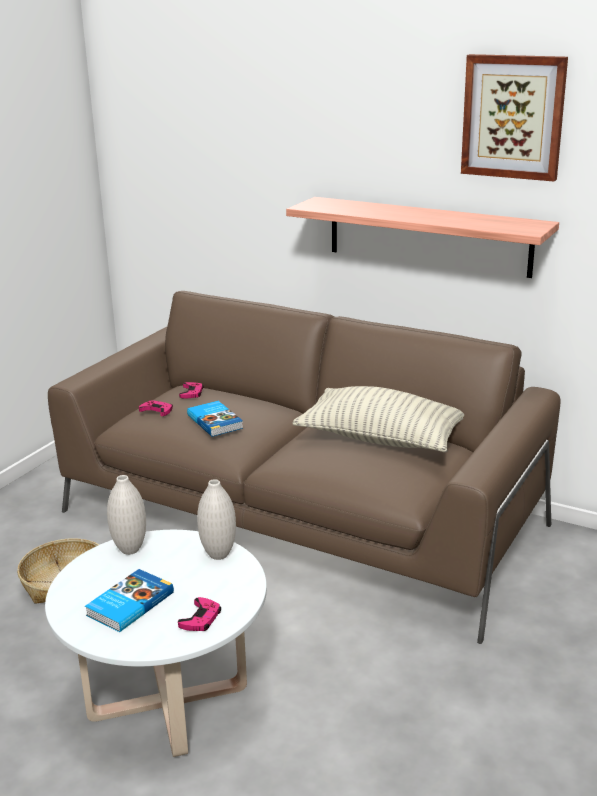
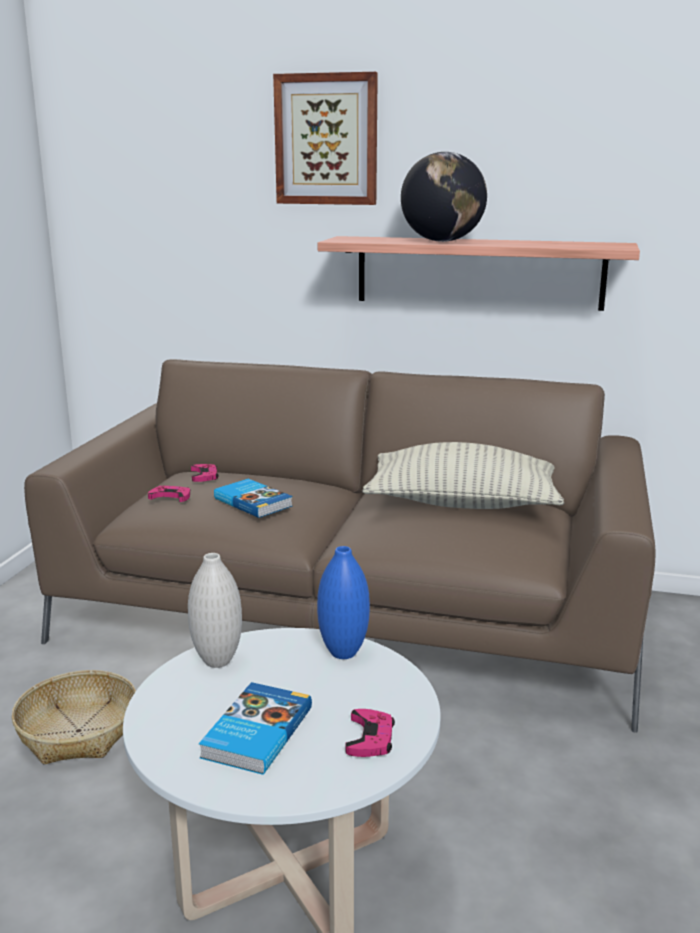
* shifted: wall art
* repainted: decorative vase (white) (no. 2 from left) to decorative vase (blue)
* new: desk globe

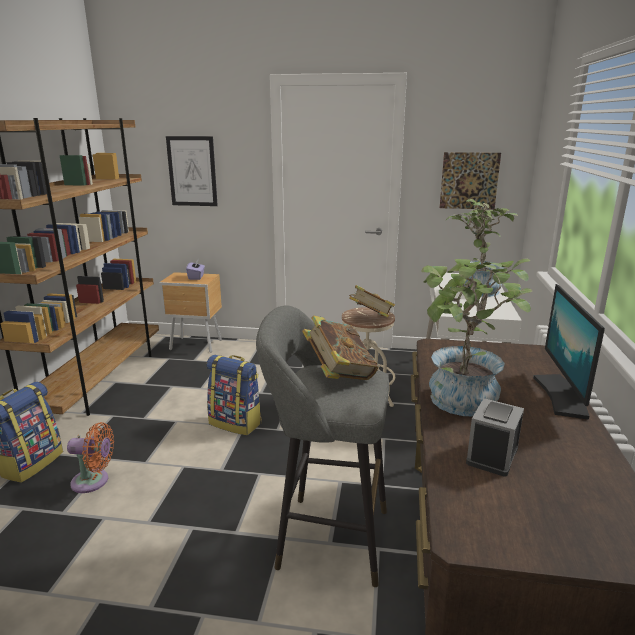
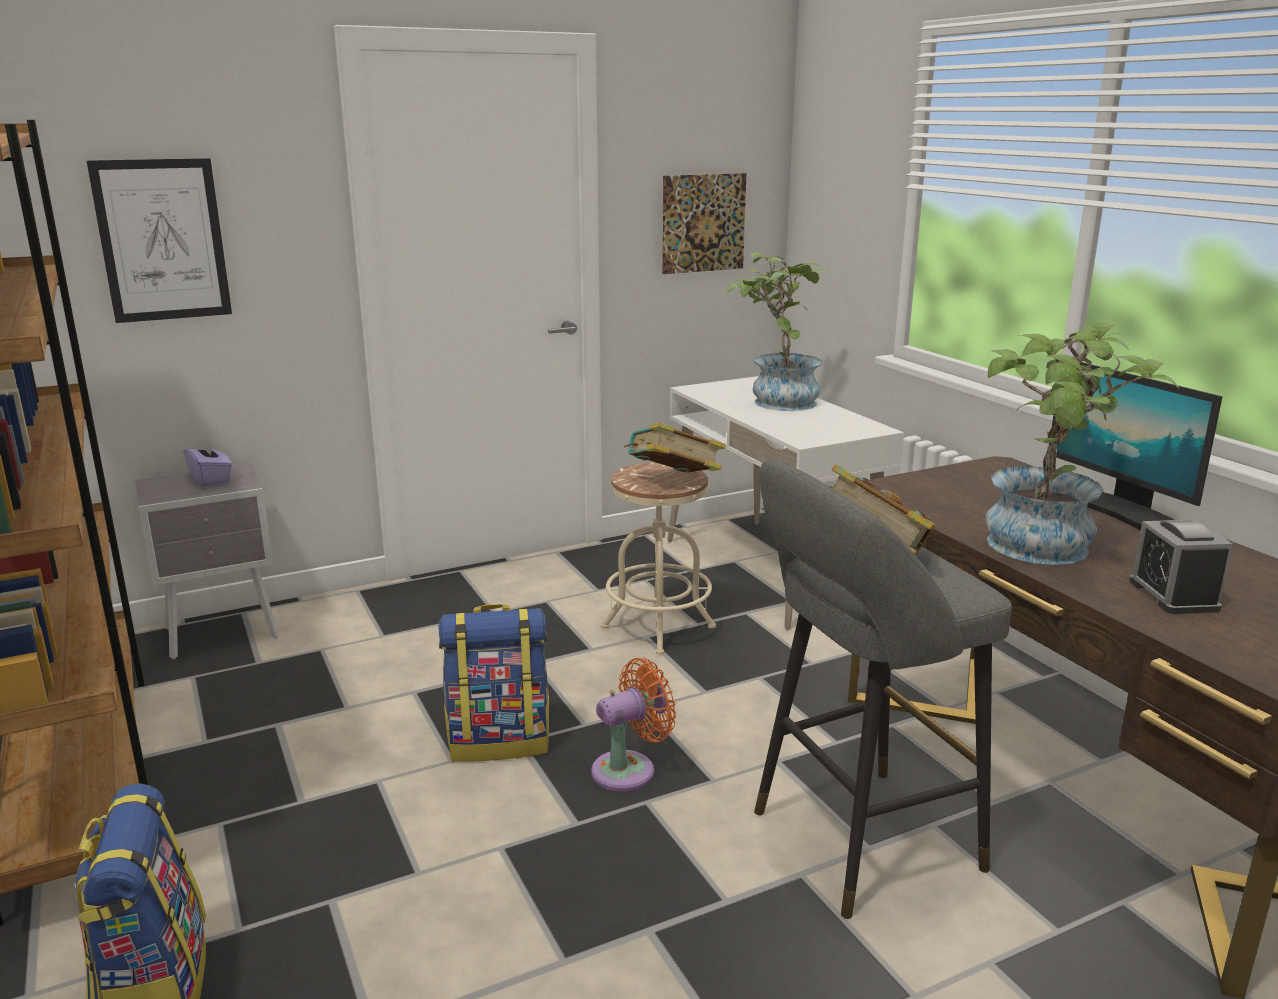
* repainted: bedside table (brown) to bedside table (greyish)
* shifted: electric fan (orange-coloured)

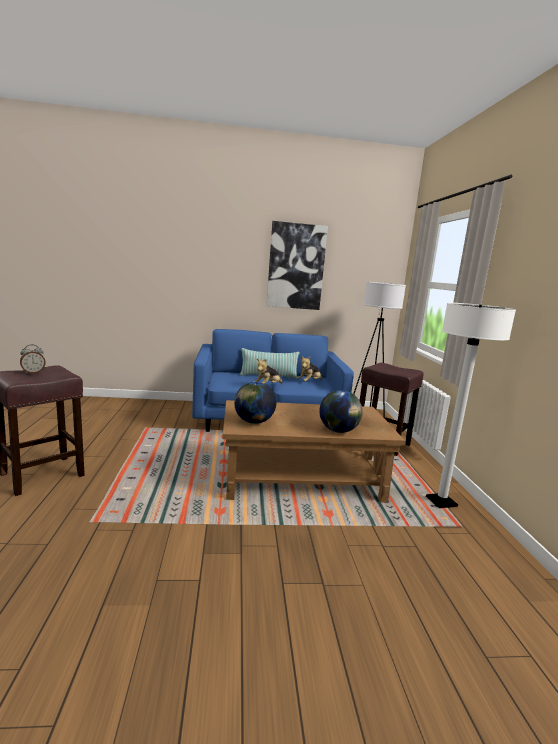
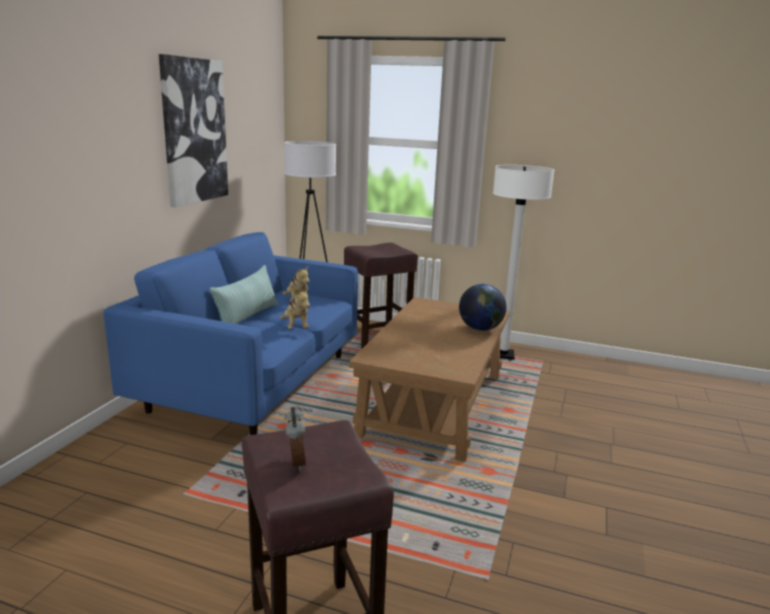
* gone: desk globe (no. 1 from left)

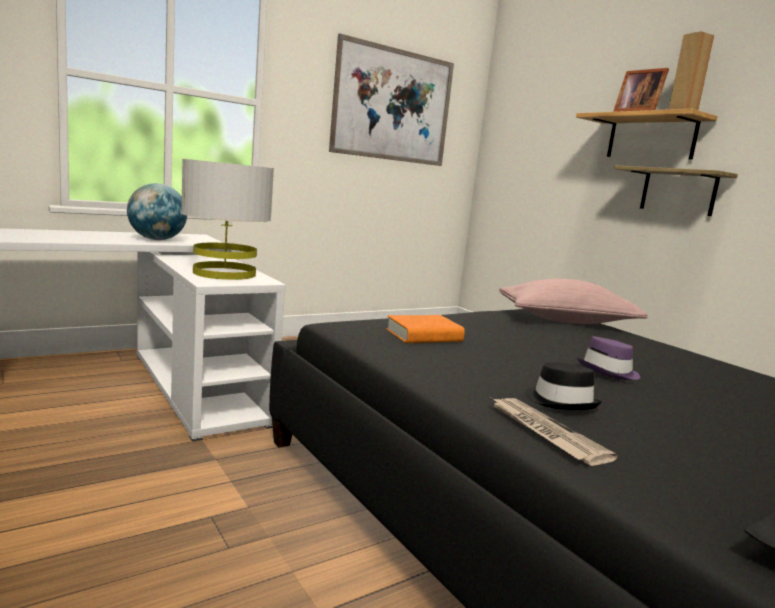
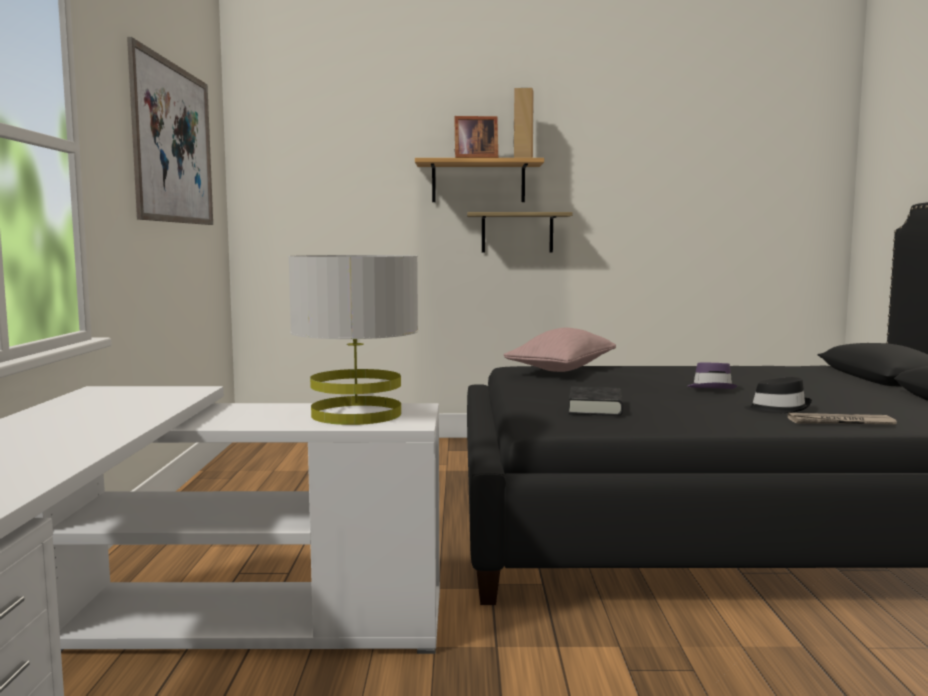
* repainted: volume (orange-coloured) to volume (black)
* gone: desk globe

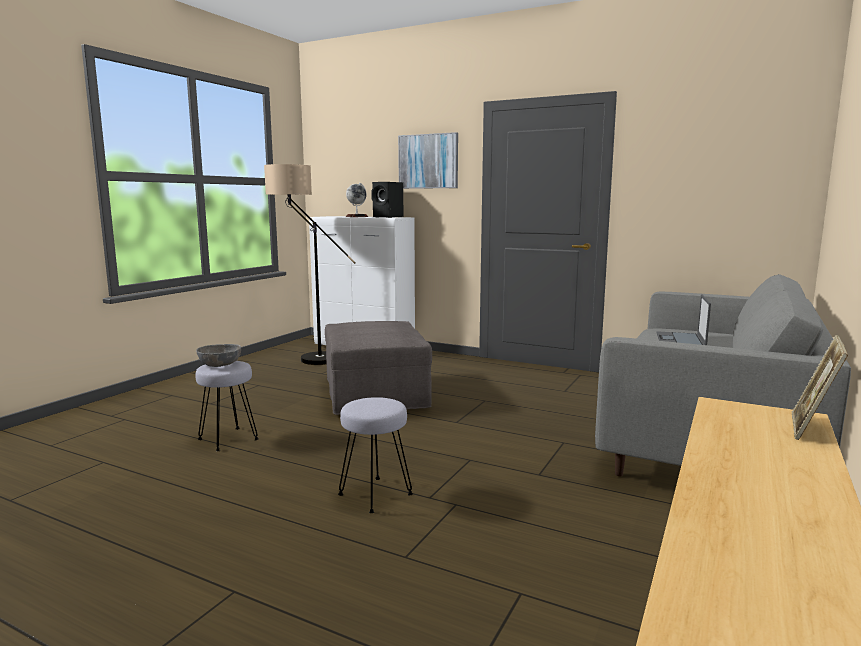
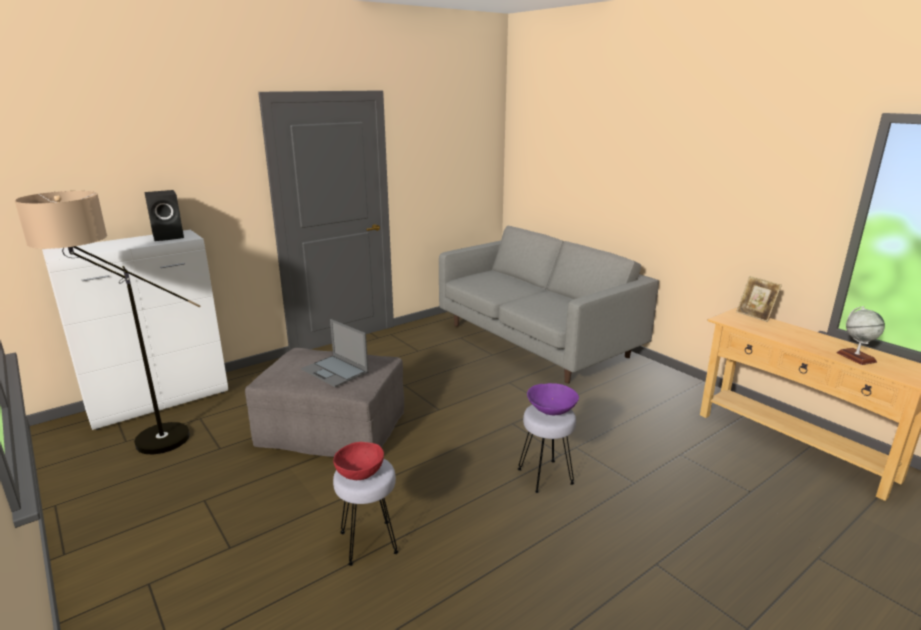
* shifted: laptop
* repainted: deep dish (greyish) to deep dish (red)
* new: deep dish (purplish)
* shifted: desk globe
* gone: wall art

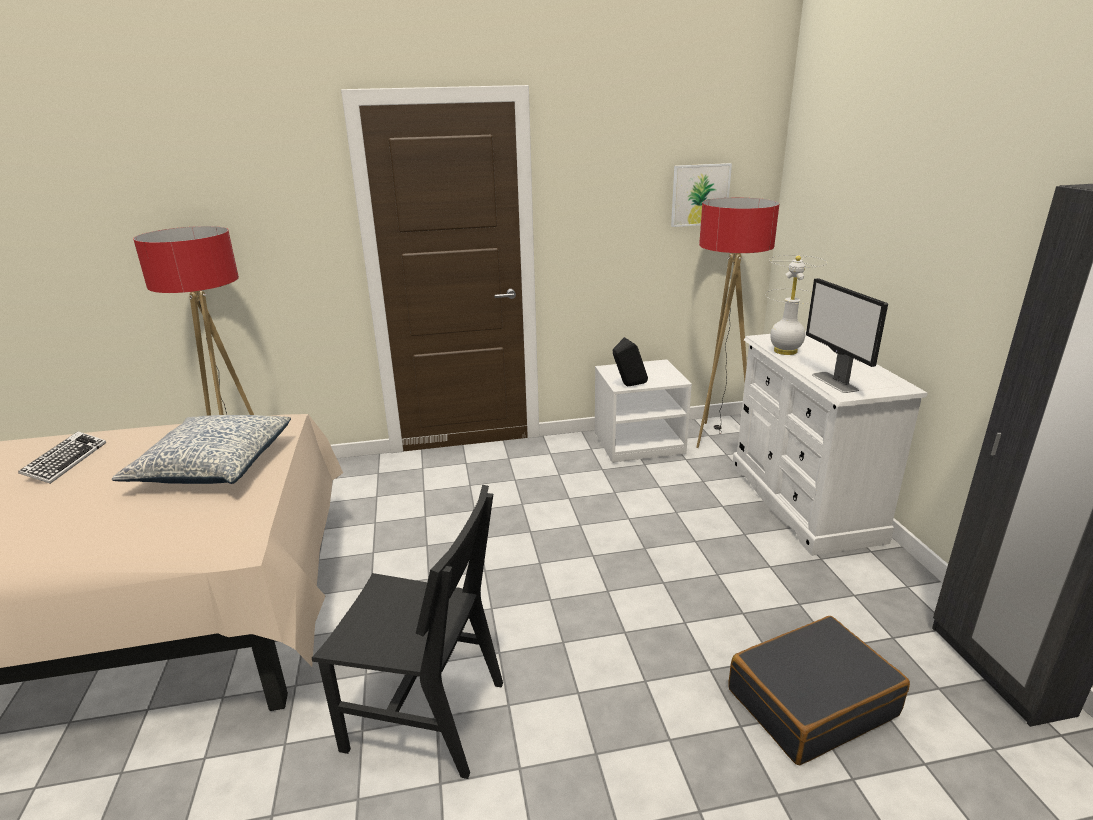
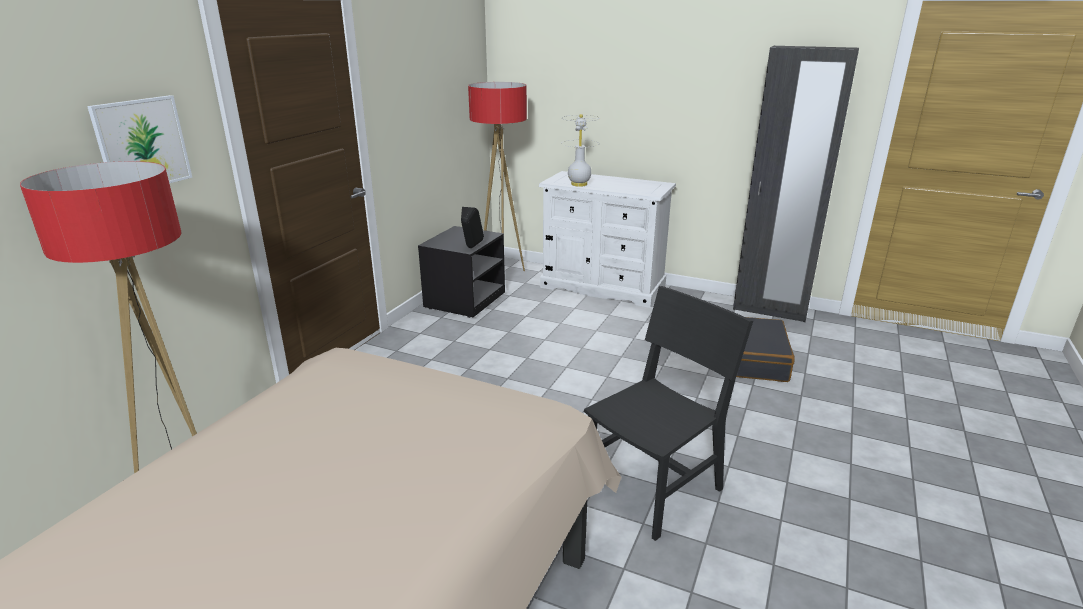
* shifted: wall art
* repainted: bedside table (white) to bedside table (black)
* gone: computer keyboard
* gone: throw pillow
* gone: computer screen

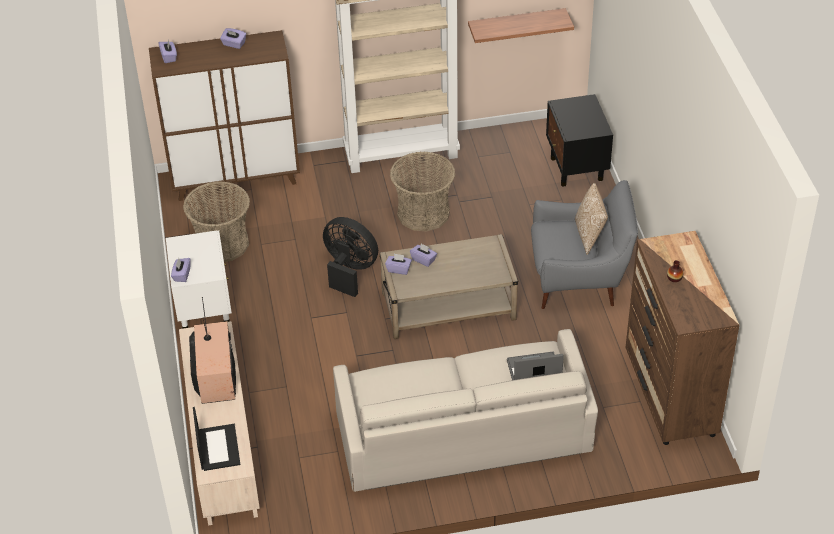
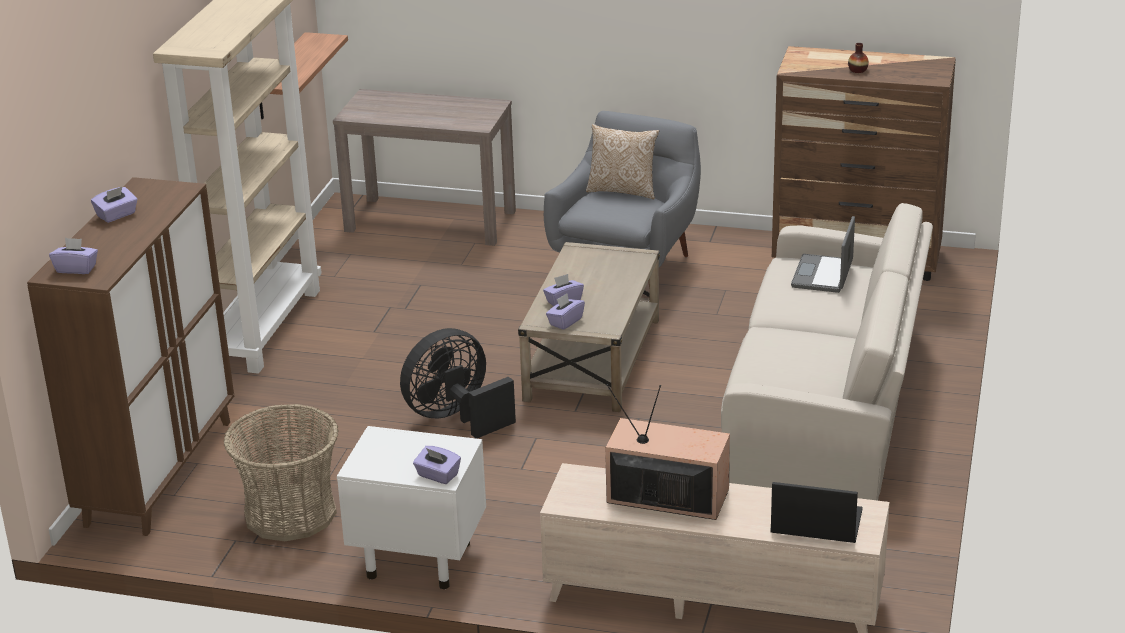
* swapped: bedside table (black) to narrow table (brown)
* gone: household basket (no. 2 from left)

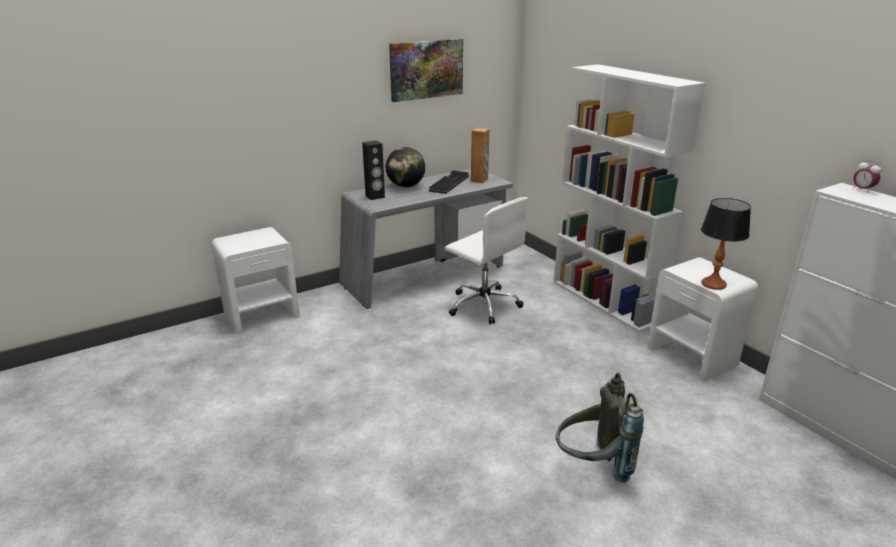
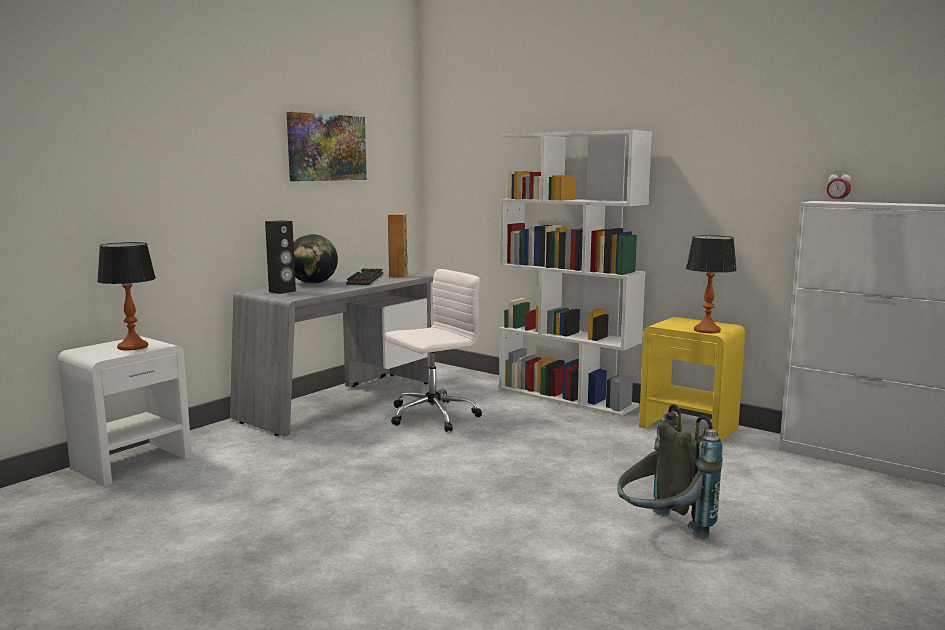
* new: tabletop lamp (no. 1 from left)
* rotated: office chair (white) 60 degrees counterclockwise
* repainted: bedside table (white) (no. 2 from left) to bedside table (yellow-coloured)

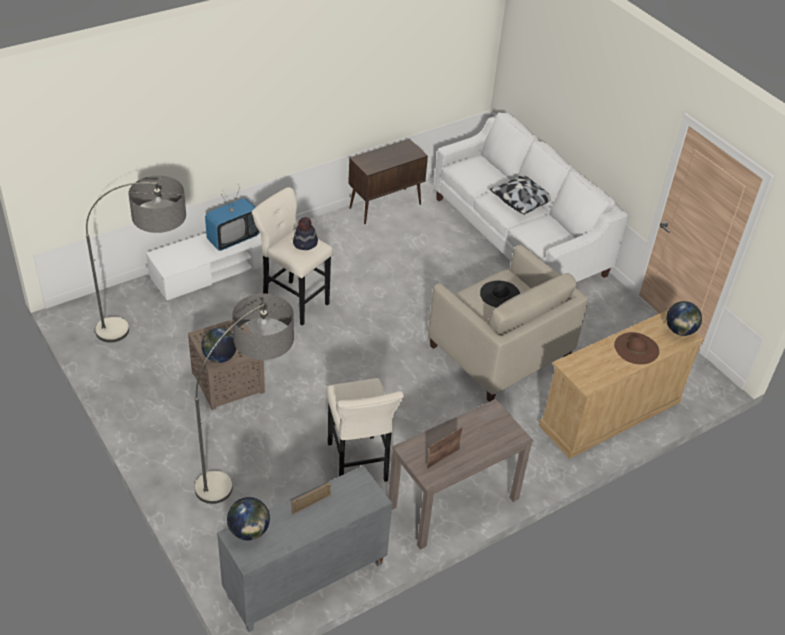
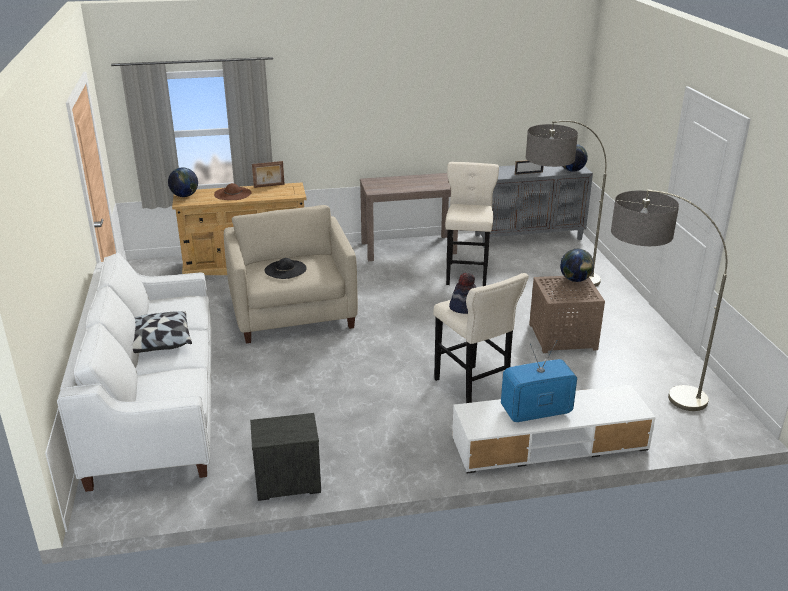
* swapped: storage cabinet (brown) to bedside table
* shifted: photo frame (no. 2 from left in the first image) to photo frame (no. 1 from left)

